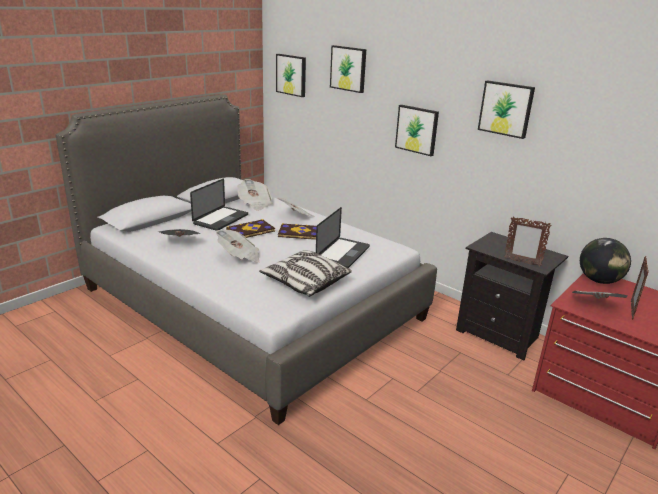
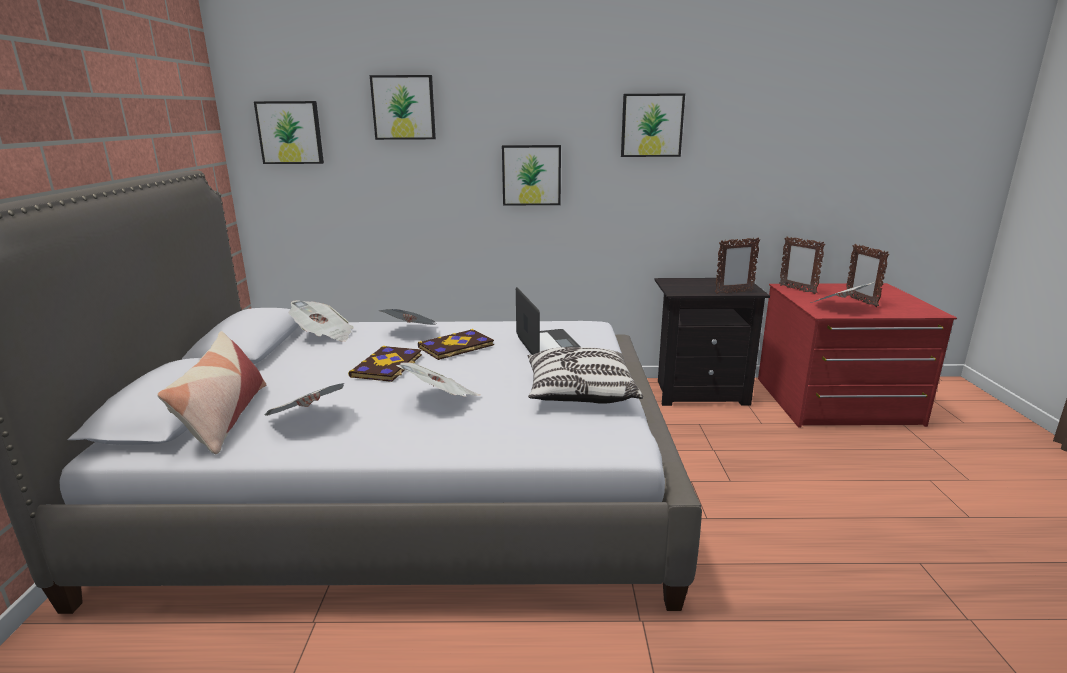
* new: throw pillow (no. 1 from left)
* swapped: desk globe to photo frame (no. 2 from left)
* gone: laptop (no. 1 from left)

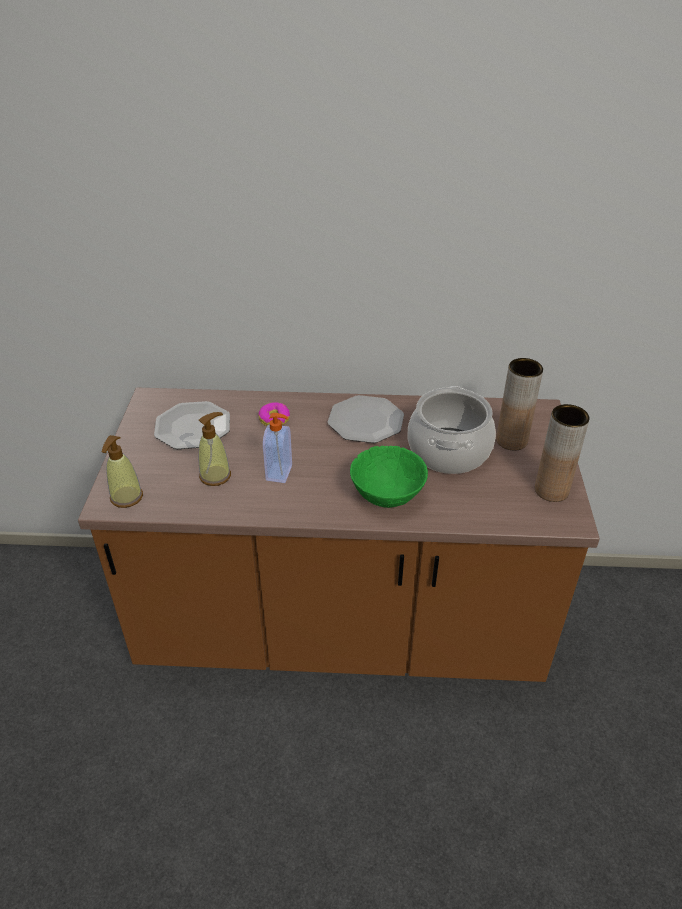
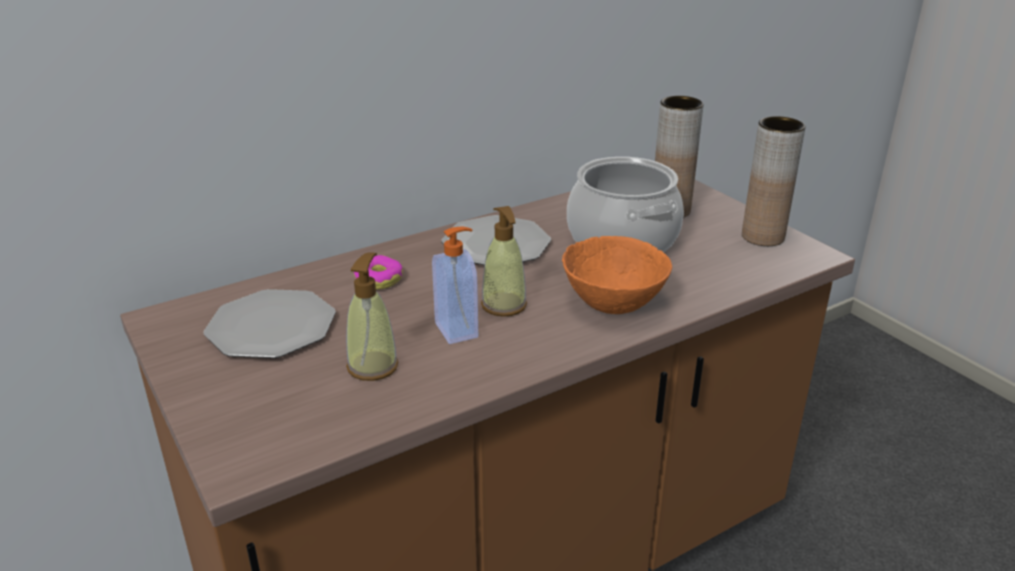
* shifted: soap bottle (no. 1 from left in the first image) to soap bottle (no. 3 from left)
* repainted: deep dish (green) to deep dish (orange-coloured)

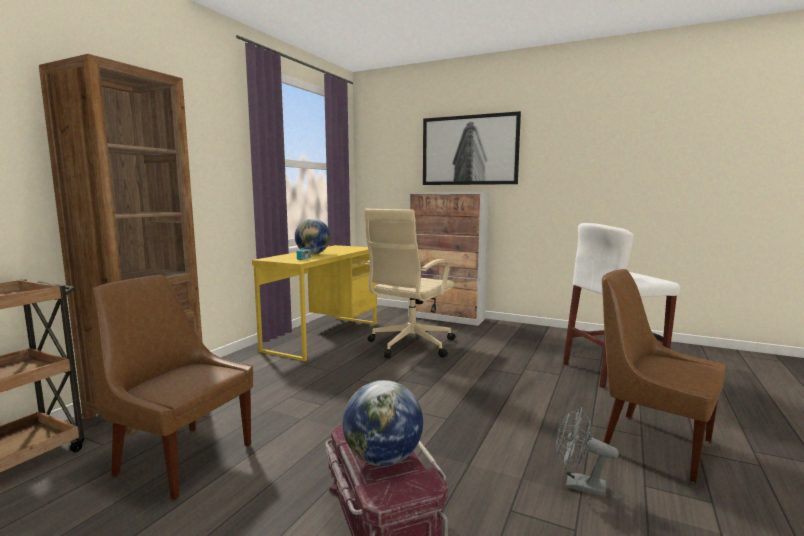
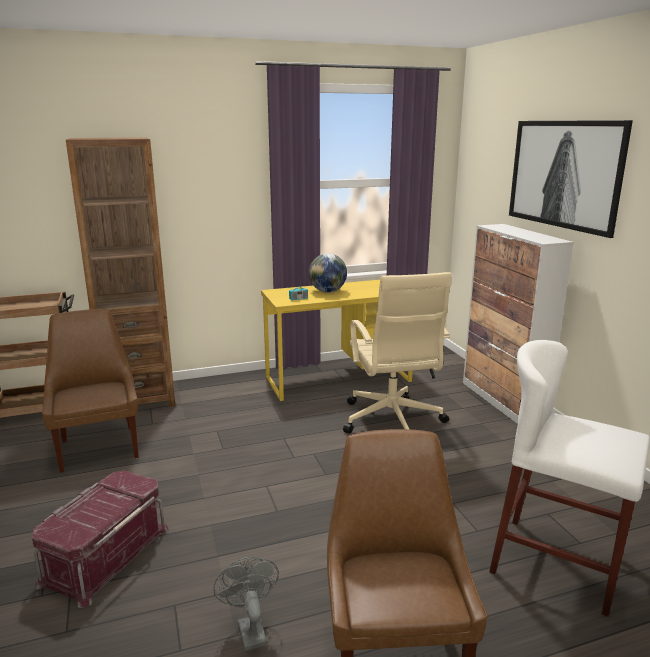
* rotated: office chair (sand-coloured) 90 degrees counterclockwise
* gone: desk globe (no. 2 from left)

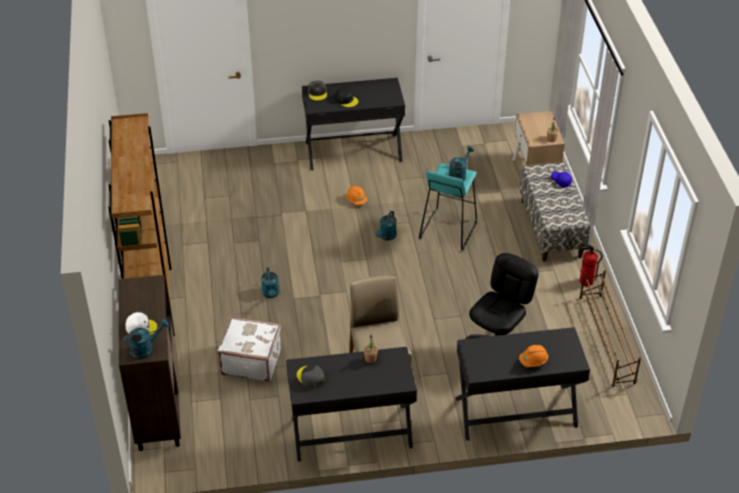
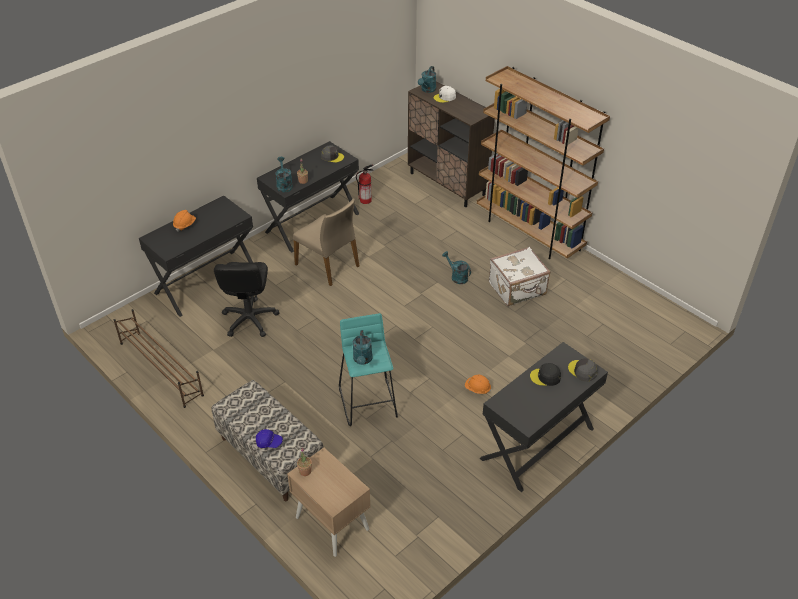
* shifted: watering can (blue-green) (no. 3 from left in the first image) to watering can (blue-green) (no. 1 from left)
* shifted: extinguisher
* shifted: suitcase (white)

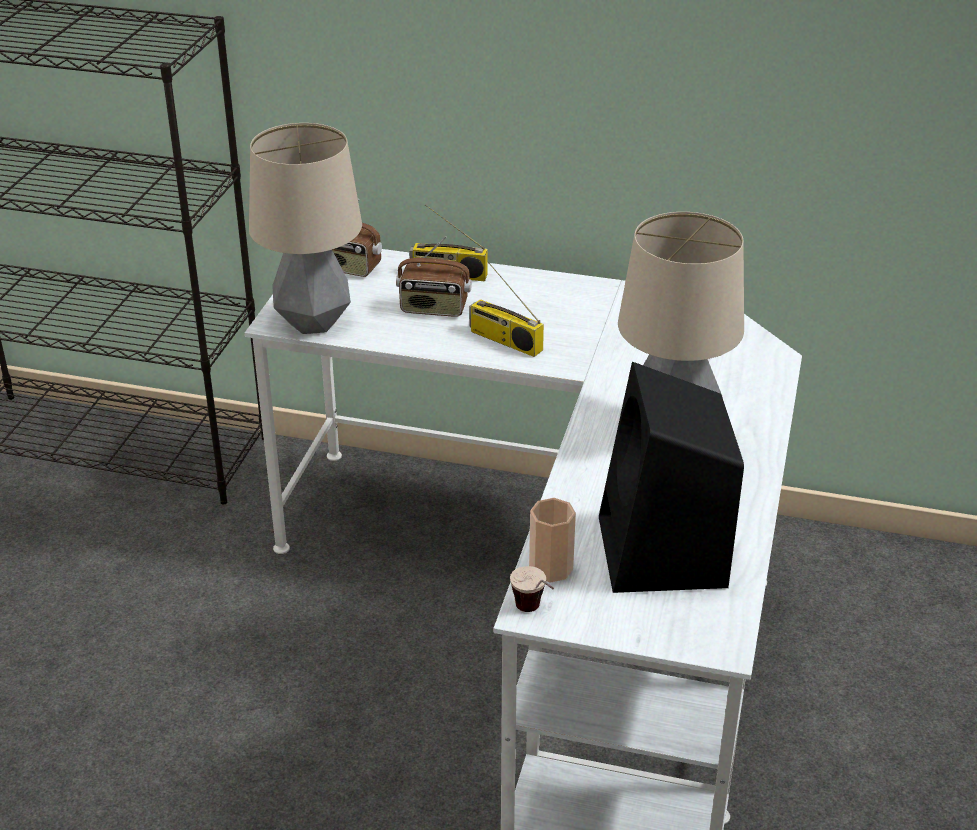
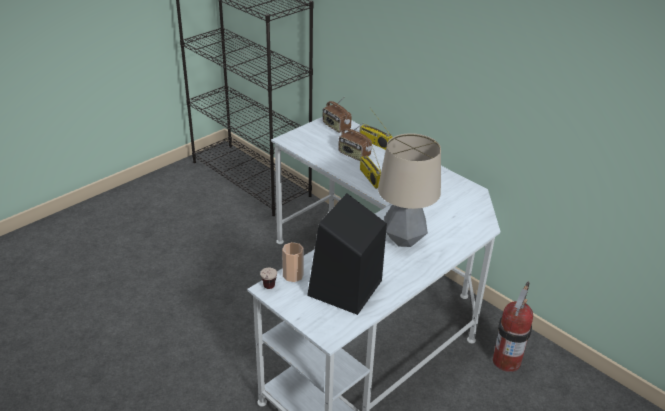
* new: extinguisher
* gone: tabletop lamp (no. 1 from left)

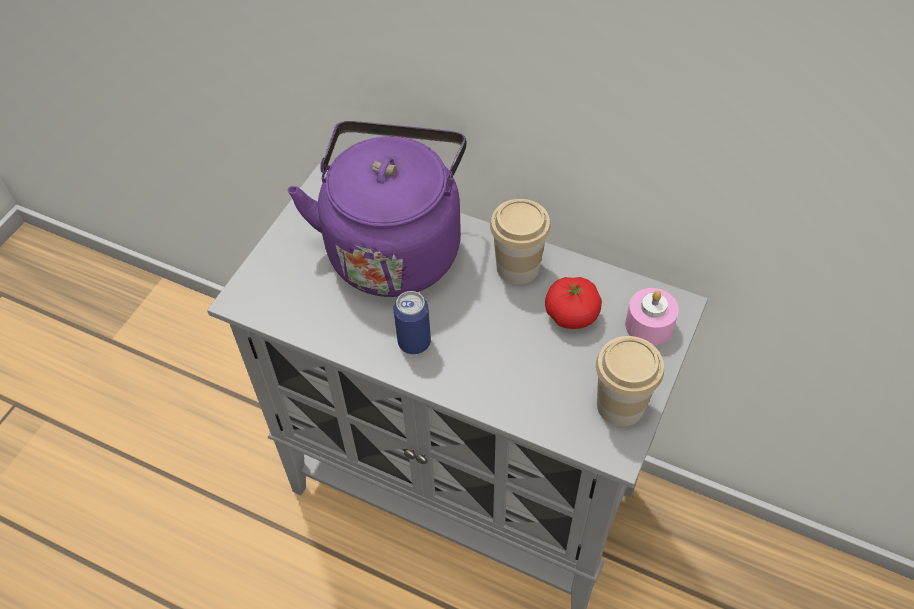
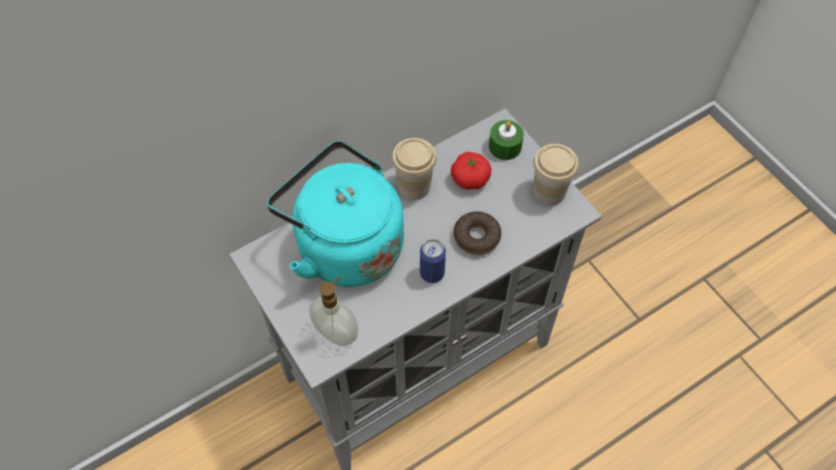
* repainted: tea kettle (purplish) to tea kettle (blue-green)
* new: soap bottle
* new: donut
* repainted: wax candle (pink) to wax candle (green)

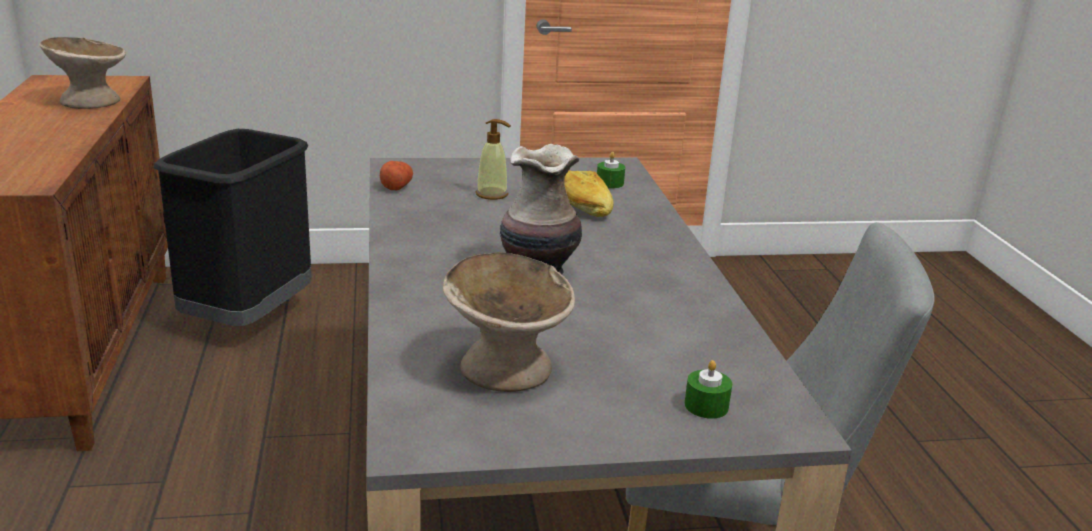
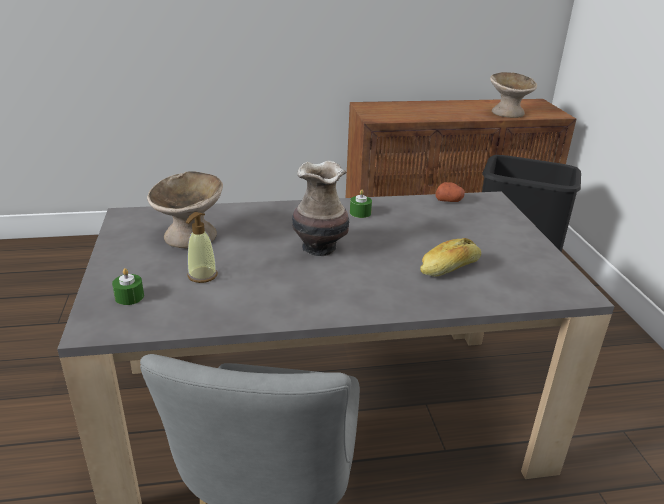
* shifted: soap bottle
* shifted: wax candle (green) (no. 1 from left in the first image) to wax candle (green) (no. 2 from left)

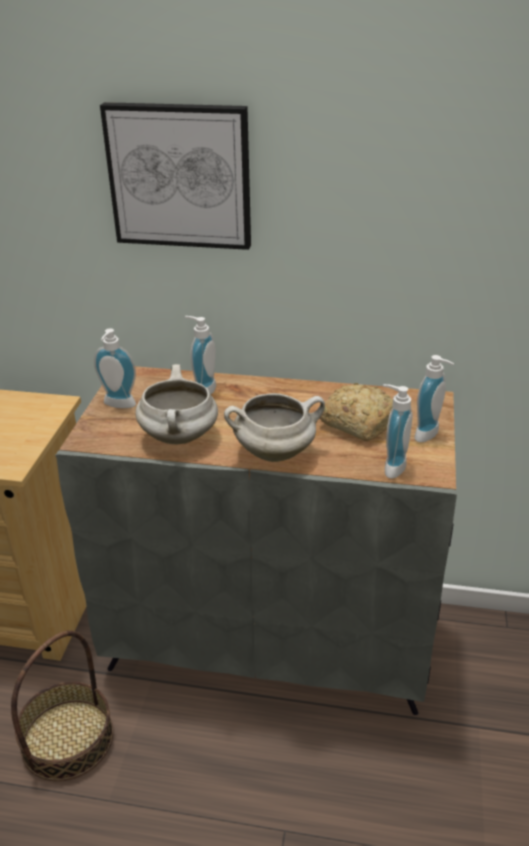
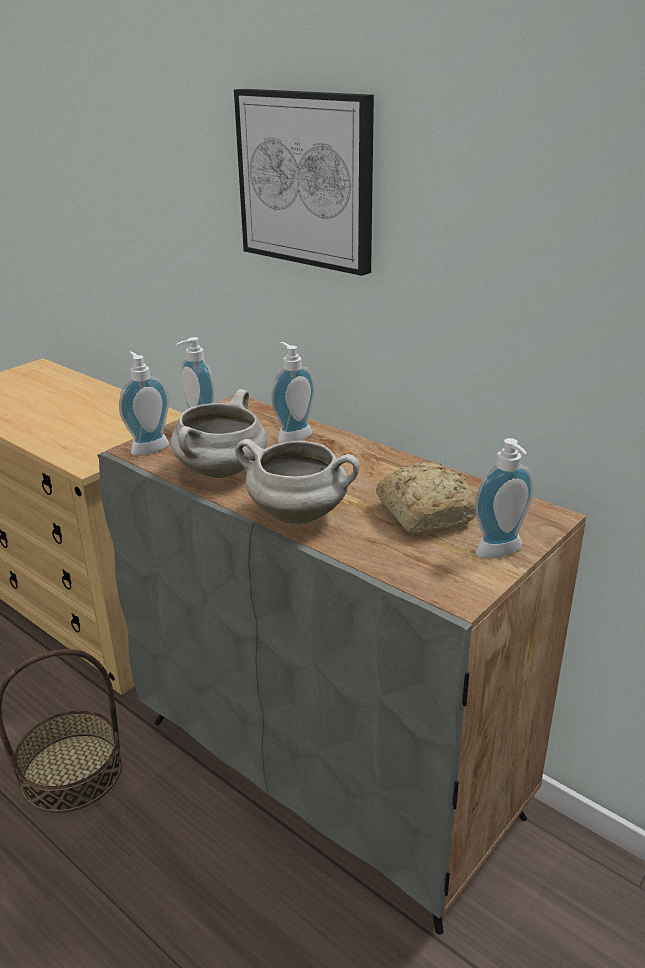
* shifted: soap bottle (no. 3 from left in the first image) to soap bottle (no. 1 from left)

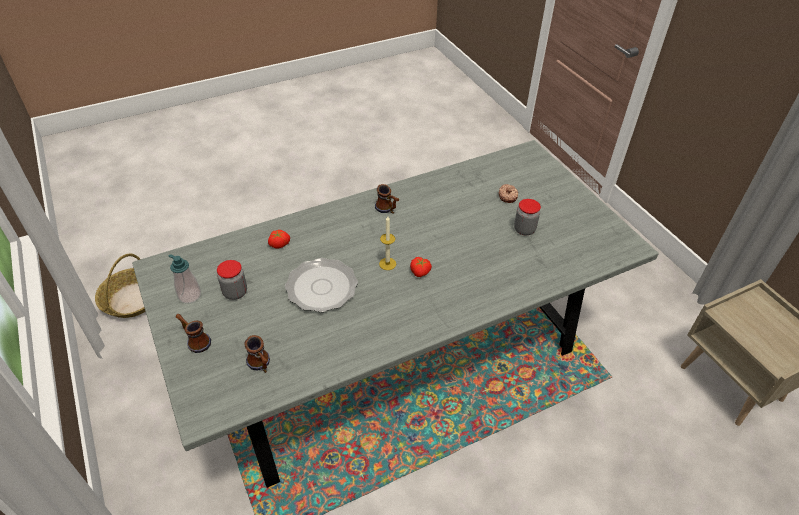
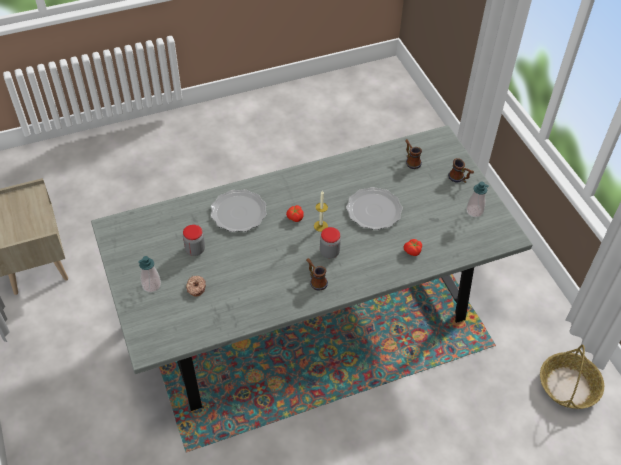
* new: soap bottle (no. 1 from left)
* new: dinner plate (no. 1 from left)
* shifted: preserve jar (no. 1 from left in the first image) to preserve jar (no. 2 from left)

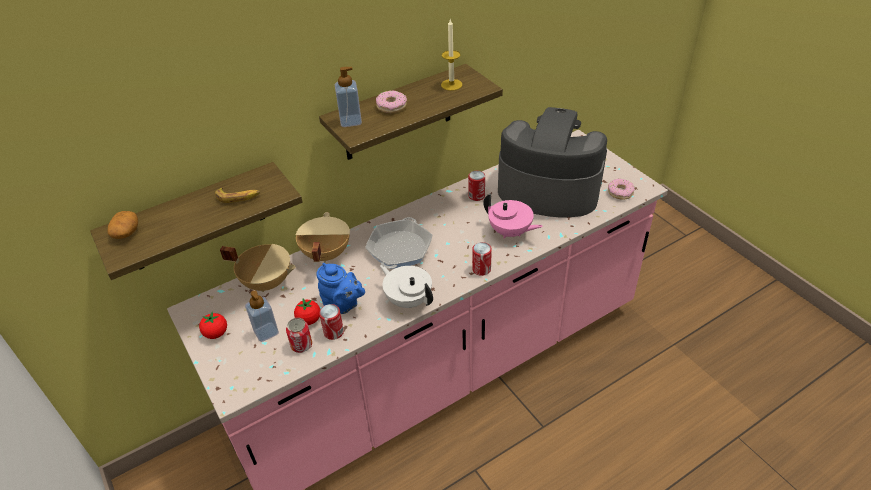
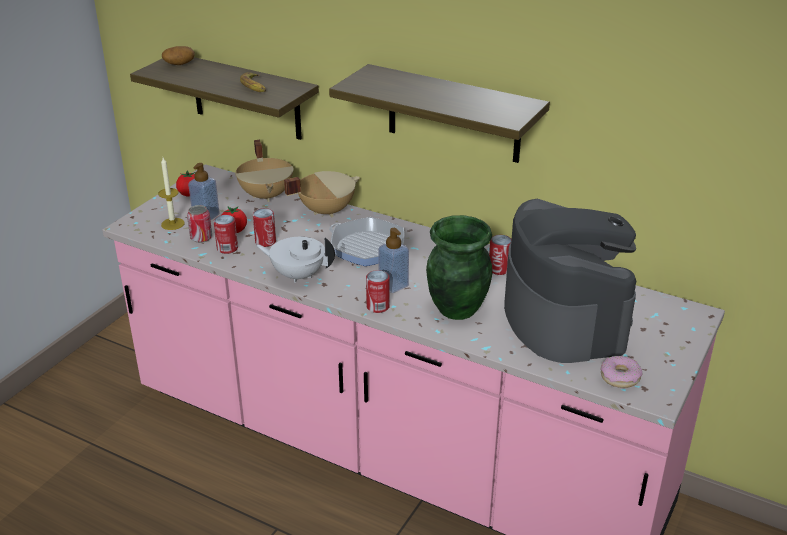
* shifted: wax candle
* swapped: teapot (blue) to sealed can (no. 3 from left)
* rotated: teapot (white) 90 degrees counterclockwise
* rotated: frying pan 45 degrees clockwise
* shifted: soap bottle (no. 2 from left)
* swapped: teapot (pink) to decorative vase (green)
* gone: donut (no. 1 from left)

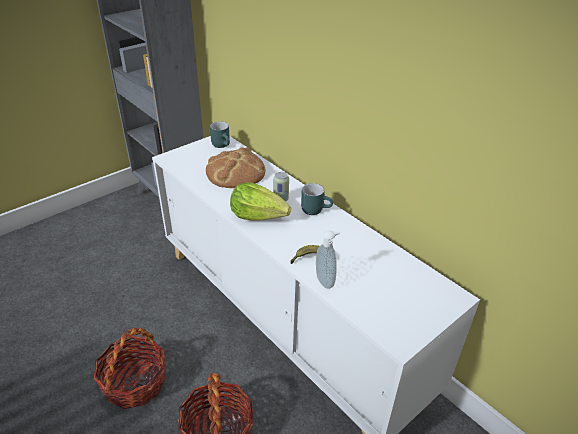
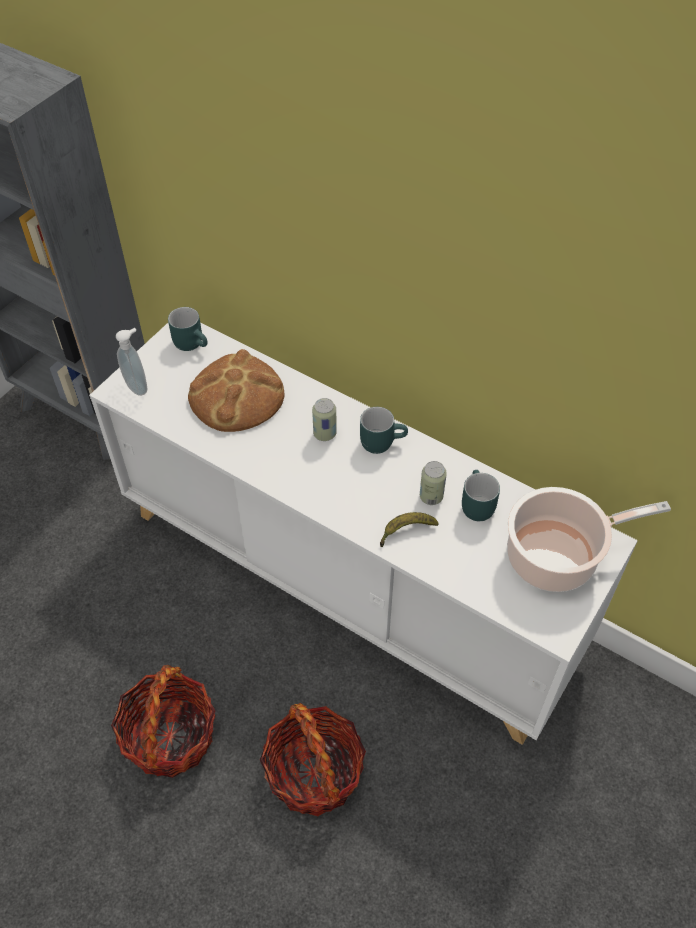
* shifted: soap bottle
* new: sealed can (no. 2 from left)
* new: mug (blue-green) (no. 3 from left)
* new: stockpot
* gone: lettuce

